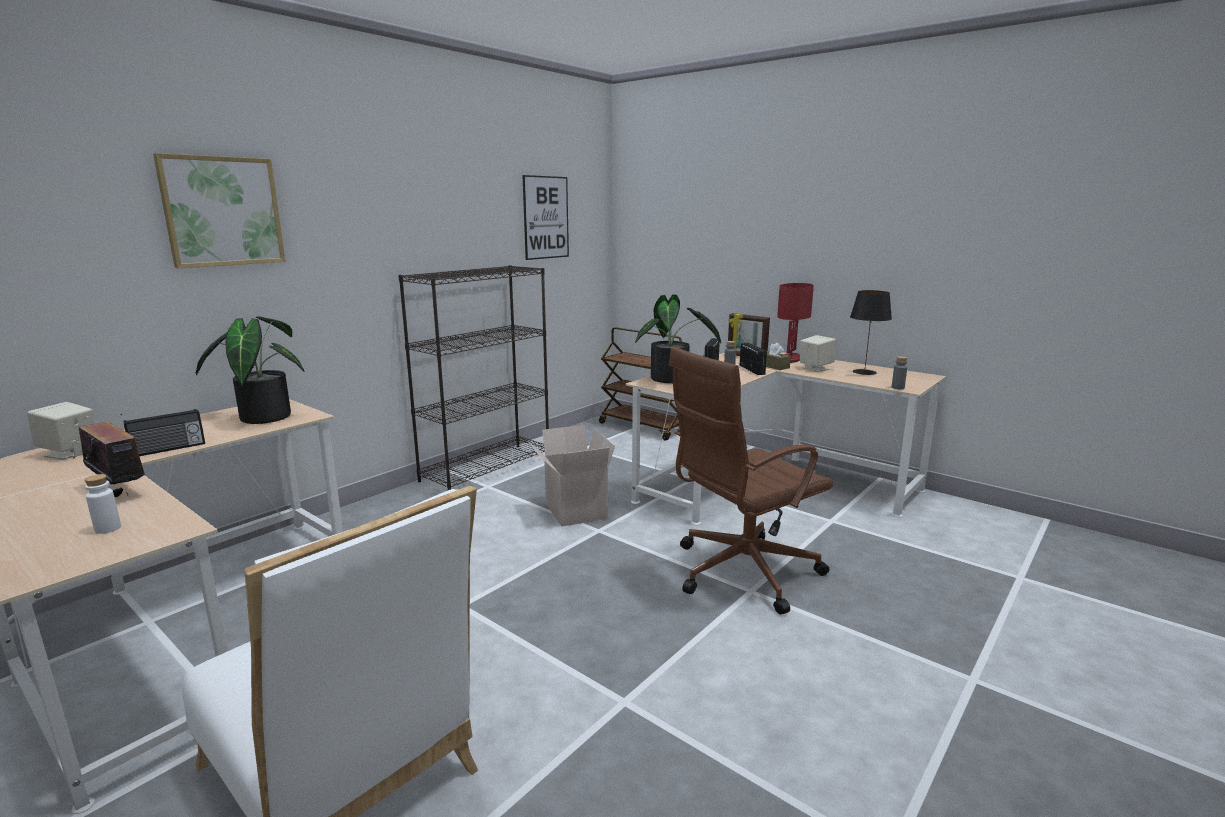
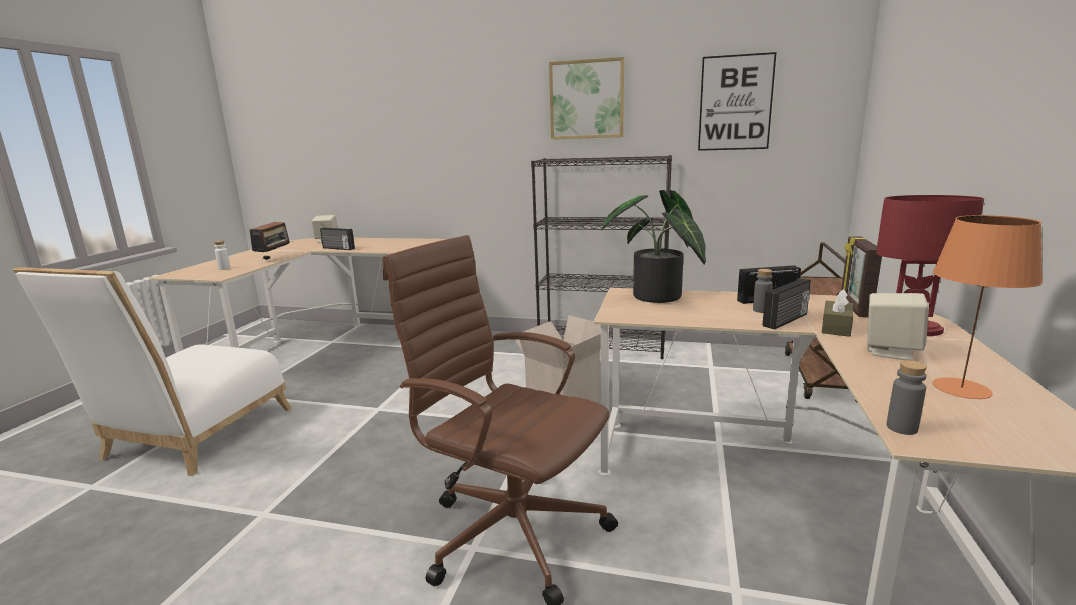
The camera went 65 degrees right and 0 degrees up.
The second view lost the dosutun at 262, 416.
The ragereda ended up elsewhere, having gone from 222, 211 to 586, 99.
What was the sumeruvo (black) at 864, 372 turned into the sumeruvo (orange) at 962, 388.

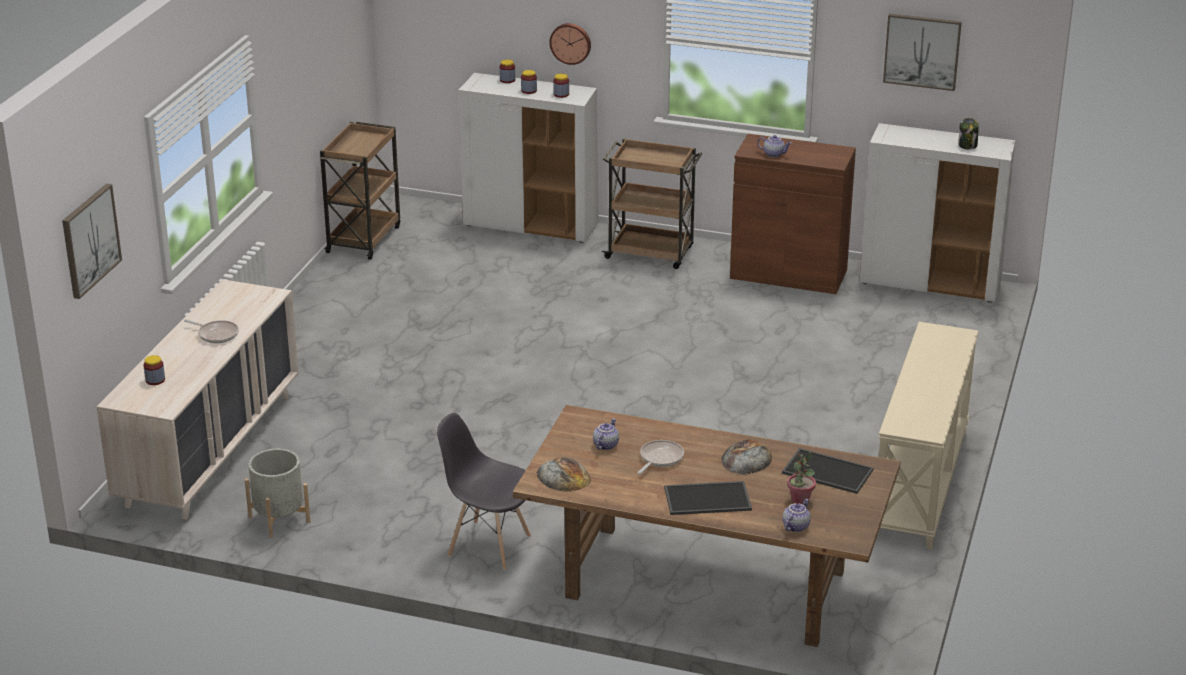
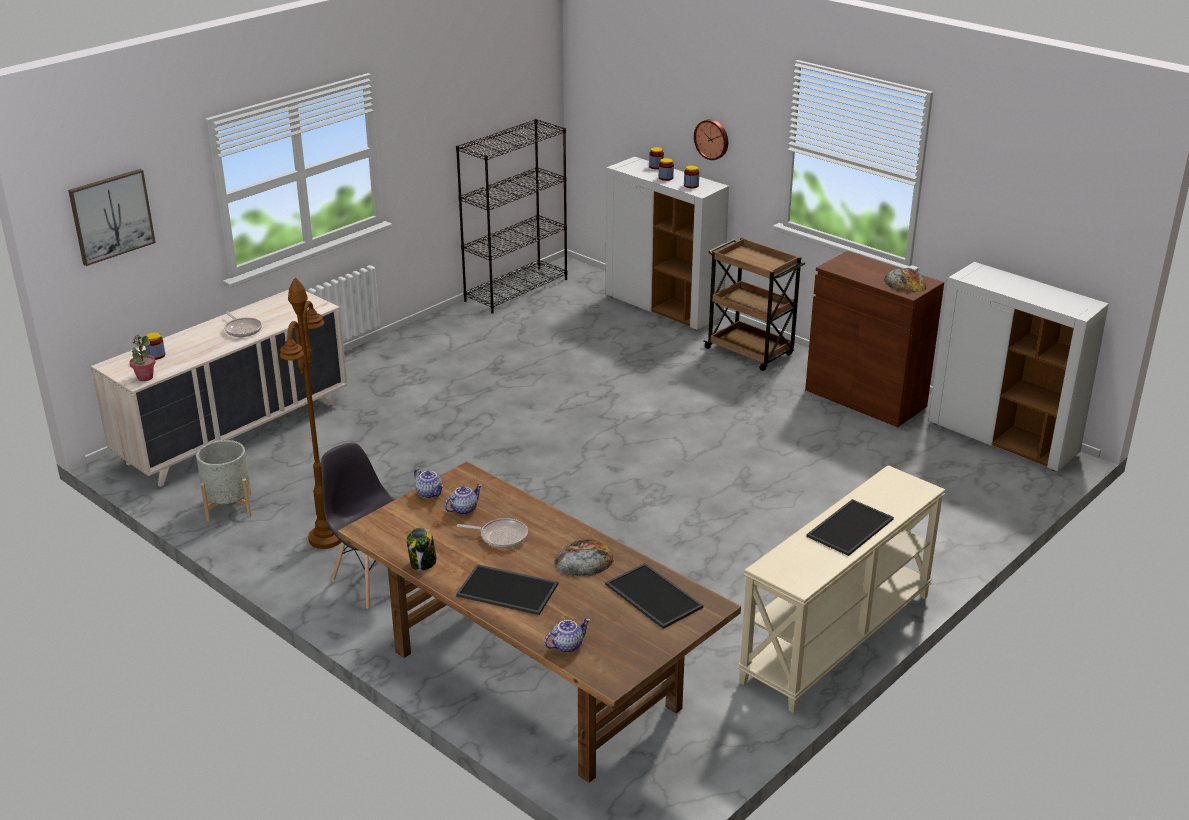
The camera went 25 degrees right and 0 degrees up.
The second view lost the ragereda at 922, 51.
The second view gained the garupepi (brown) at 326, 539.
The second view gained the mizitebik at 849, 527.
The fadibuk ended up elsewhere, having gone from 563, 476 to 905, 282.
The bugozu ended up elsewhere, having gone from 774, 154 to 430, 493.
The dosutun ended up elsewhere, having gone from 800, 500 to 145, 377.
The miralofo ended up elsewhere, having gone from 967, 145 to 423, 563.
Where the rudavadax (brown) stood at 364, 238, the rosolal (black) came to stand at 516, 289.
The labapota at 660, 459 ended up facing another way, 45 degrees clockwise from before.

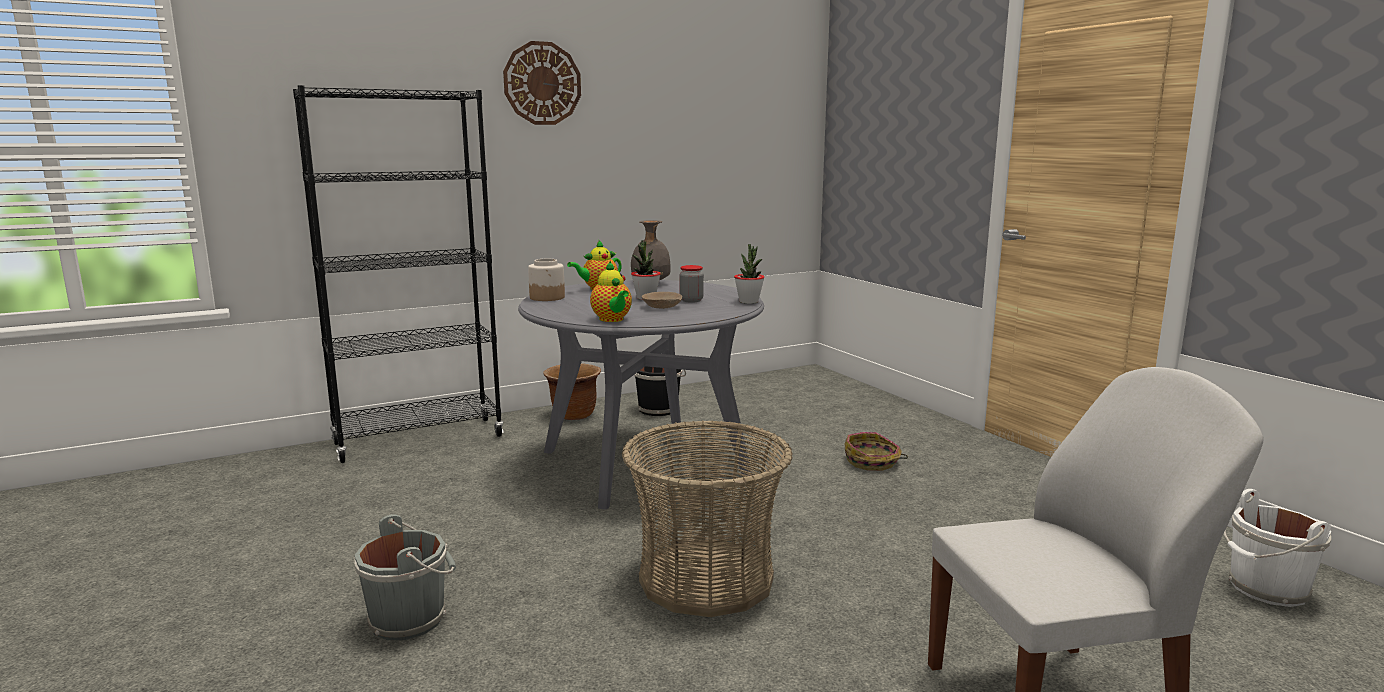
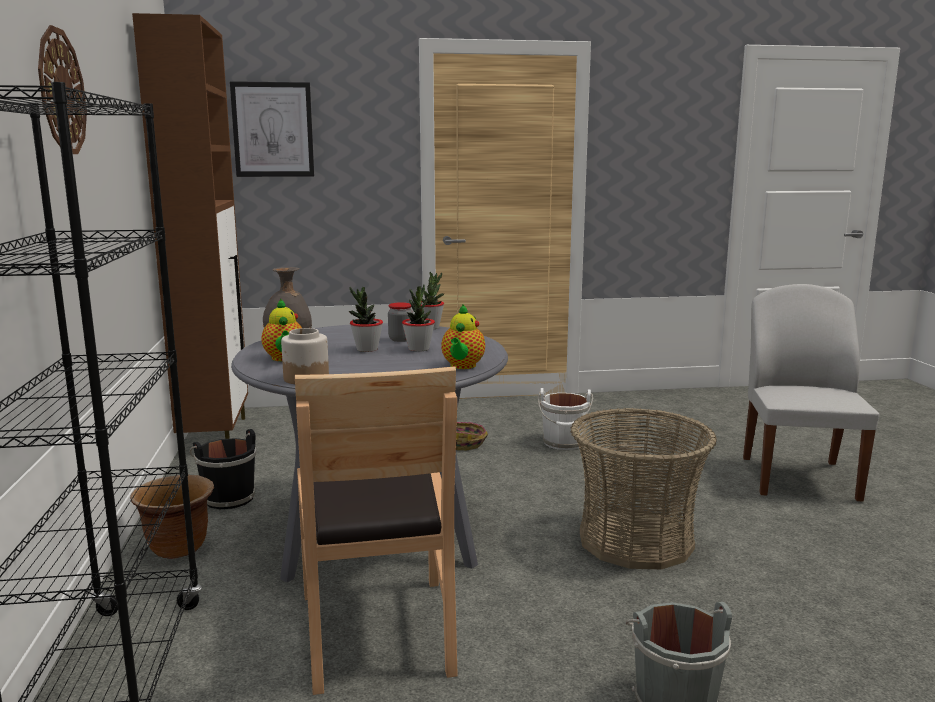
The camera went 70 degrees left and 0 degrees up.
The second view gained the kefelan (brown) at 216, 436.
The second view gained the ragereda at 273, 130.
The second view gained the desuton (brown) at 378, 630.
The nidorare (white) ended up elsewhere, having gone from 1266, 589 to 564, 443.
Where the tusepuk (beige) stood at 662, 307, the dosutun came to stand at 418, 349.
The bugozu at 612, 320 ended up facing another way, 105 degrees clockwise from before.

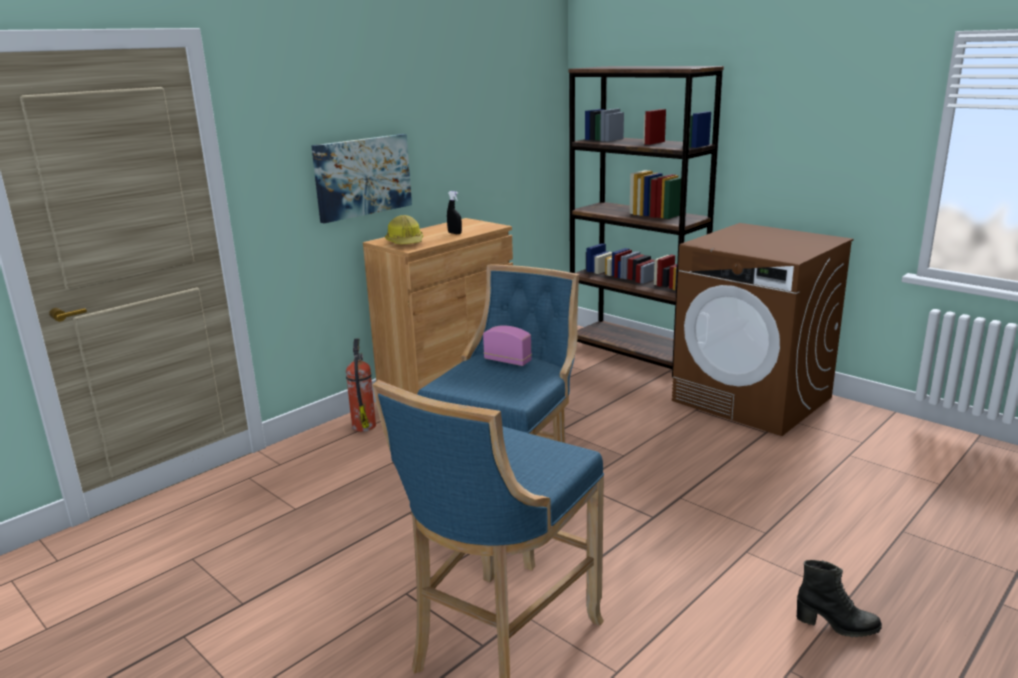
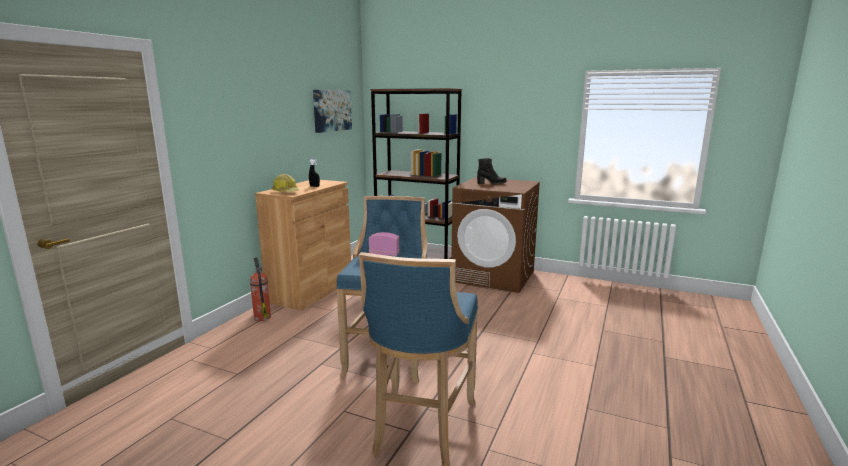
The camera went 20 degrees left and 5 degrees down.
The ragereda ended up elsewhere, having gone from 362, 176 to 332, 110.
The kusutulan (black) ended up elsewhere, having gone from 837, 625 to 491, 183.

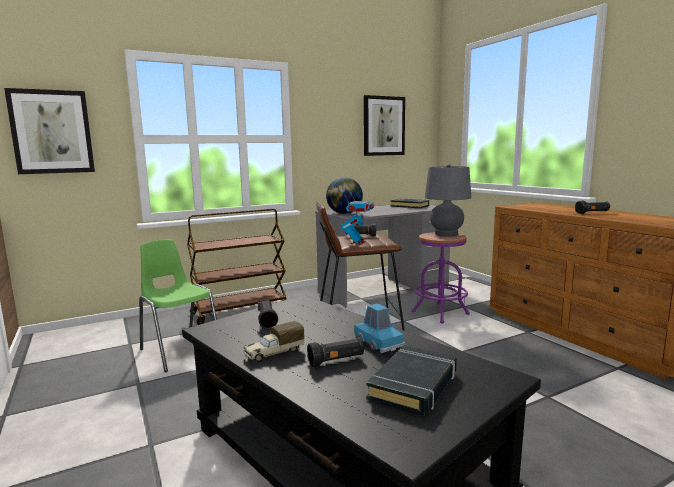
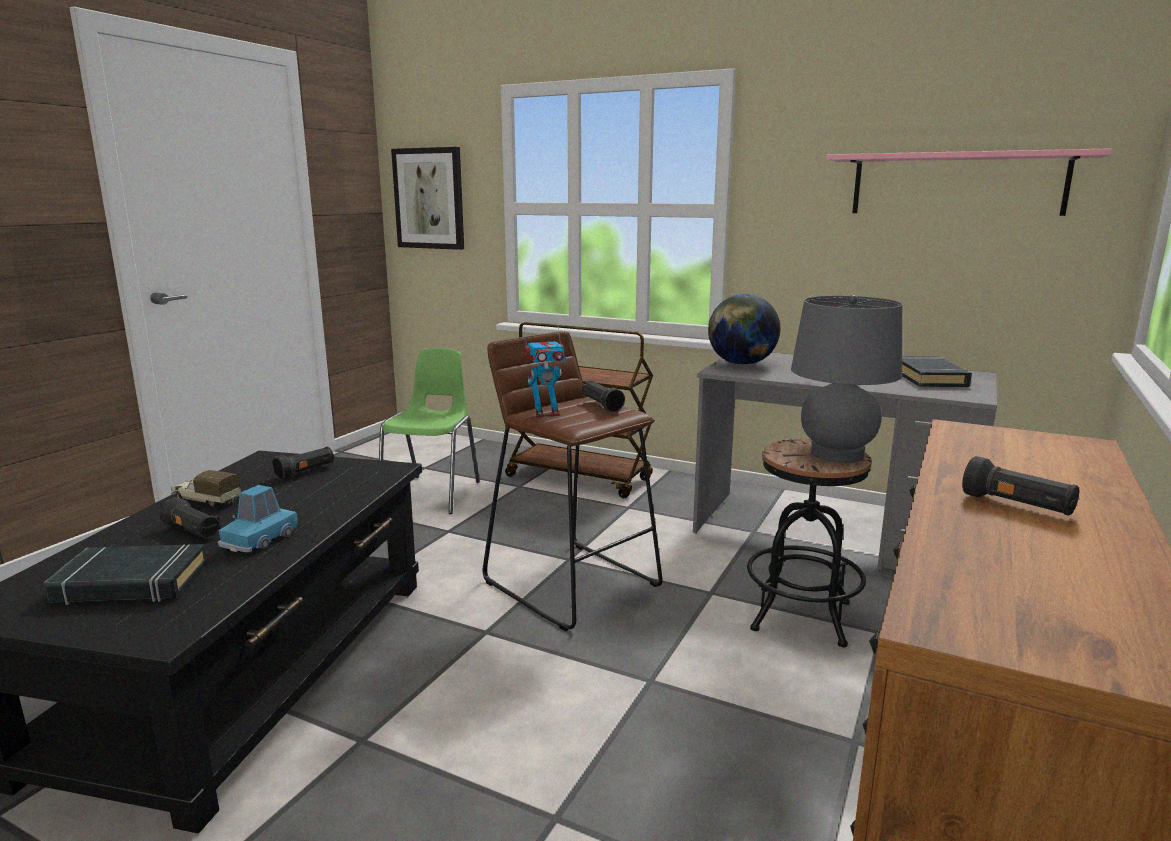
The camera went 55 degrees right and 5 degrees up.
Where the ragereda hung at 383, 126, the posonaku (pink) came to hang at 957, 184.
What was the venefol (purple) at 440, 313 turned into the venefol (black) at 801, 616.

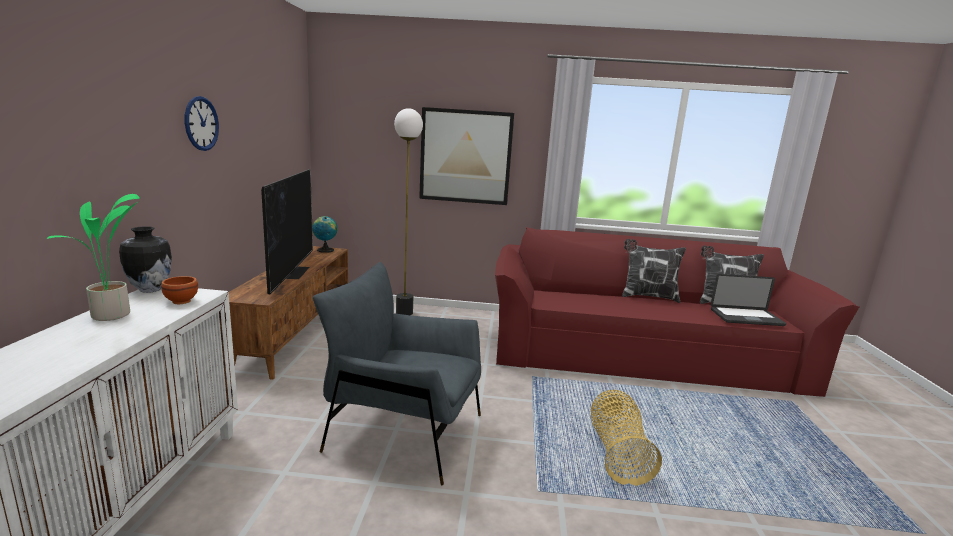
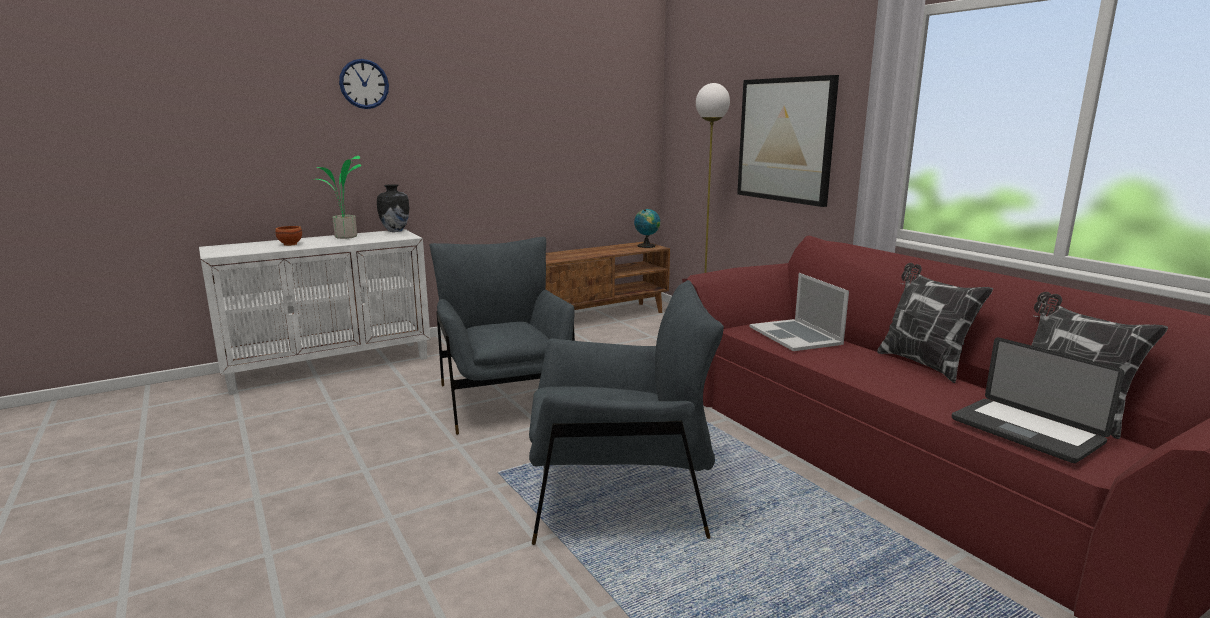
The camera went 55 degrees right and 0 degrees up.
The second view lost the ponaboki at 292, 272.
The second view gained the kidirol at 795, 335.
The tusepuk (brown) ended up elsewhere, having gone from 180, 301 to 290, 244.
The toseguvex ended up elsewhere, having gone from 201, 123 to 364, 84.
Where the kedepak stood at 618, 453, the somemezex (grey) came to stand at 618, 496.

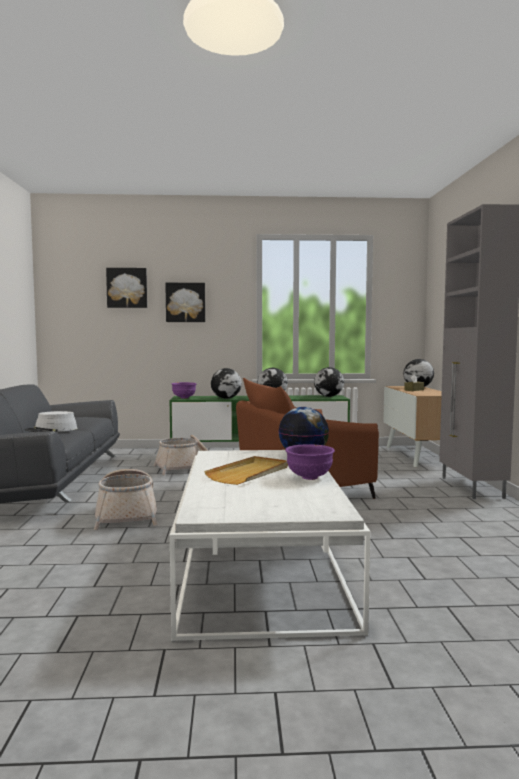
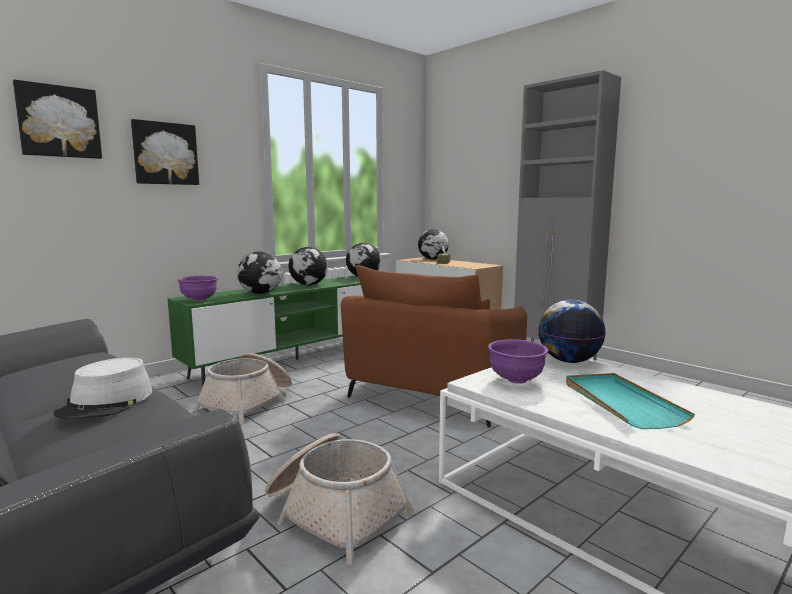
The camera went 40 degrees left and 5 degrees up.
The tusepuk (purple) ended up elsewhere, having gone from 309, 478 to 516, 380.
What was the mizitebik (beige) at 249, 473 turned into the mizitebik (turquoise) at 620, 403.

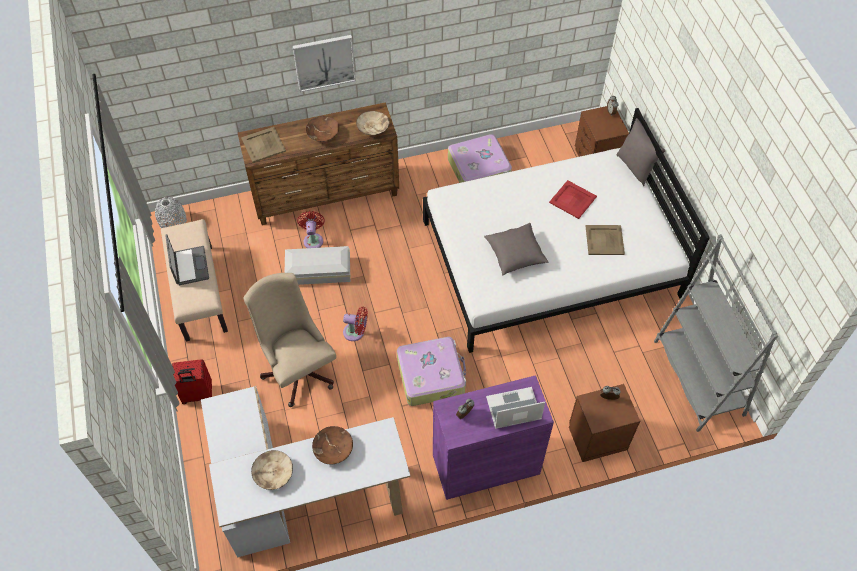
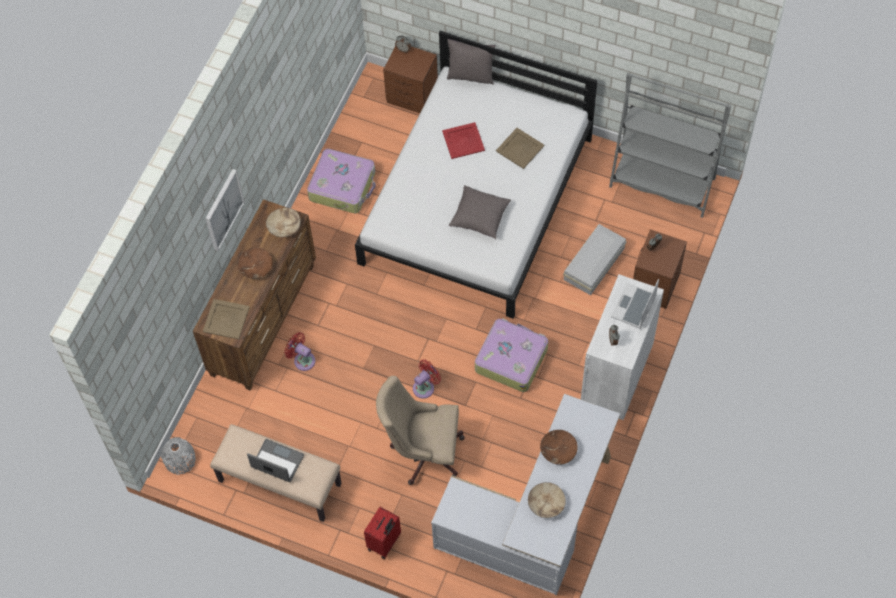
The camera went 50 degrees left and 5 degrees up.
The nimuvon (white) ended up elsewhere, having gone from 319, 271 to 595, 263.
What was the kefelan (purple) at 486, 464 turned into the kefelan (white) at 616, 373.

